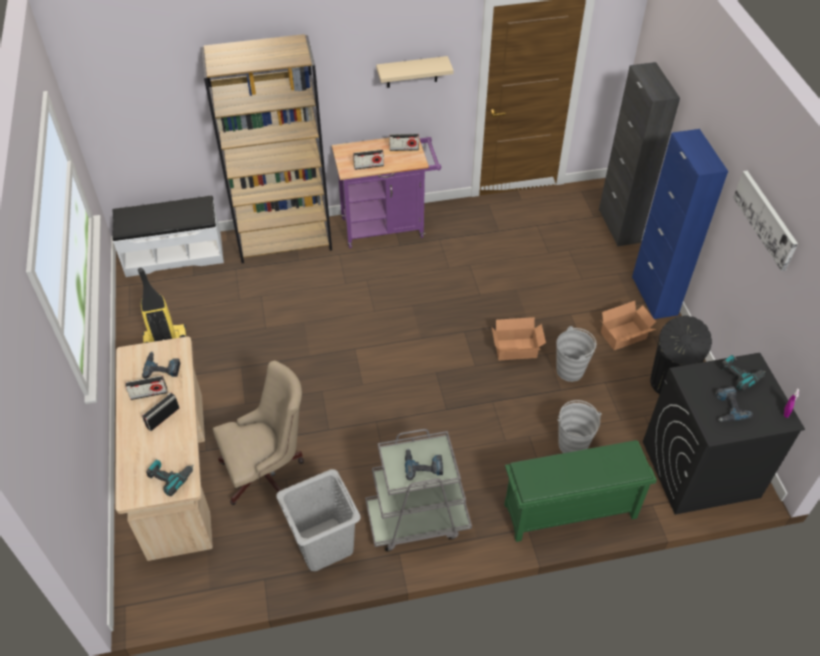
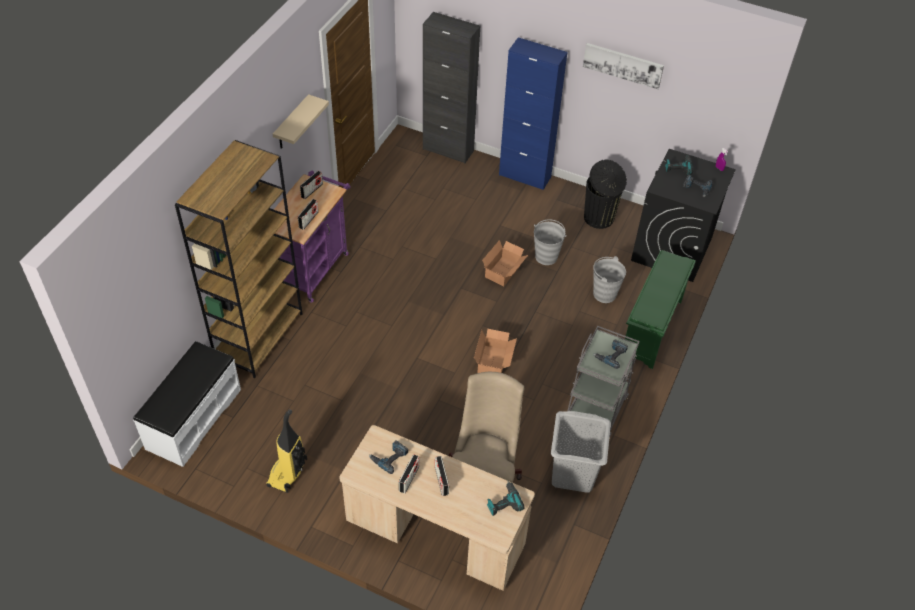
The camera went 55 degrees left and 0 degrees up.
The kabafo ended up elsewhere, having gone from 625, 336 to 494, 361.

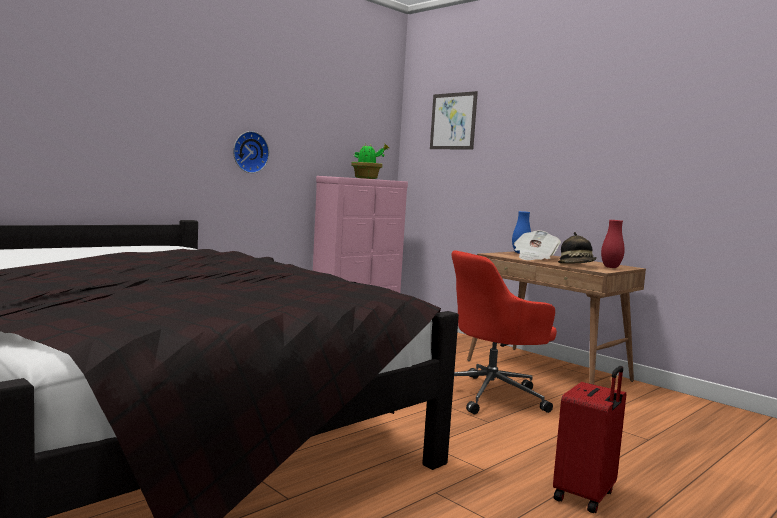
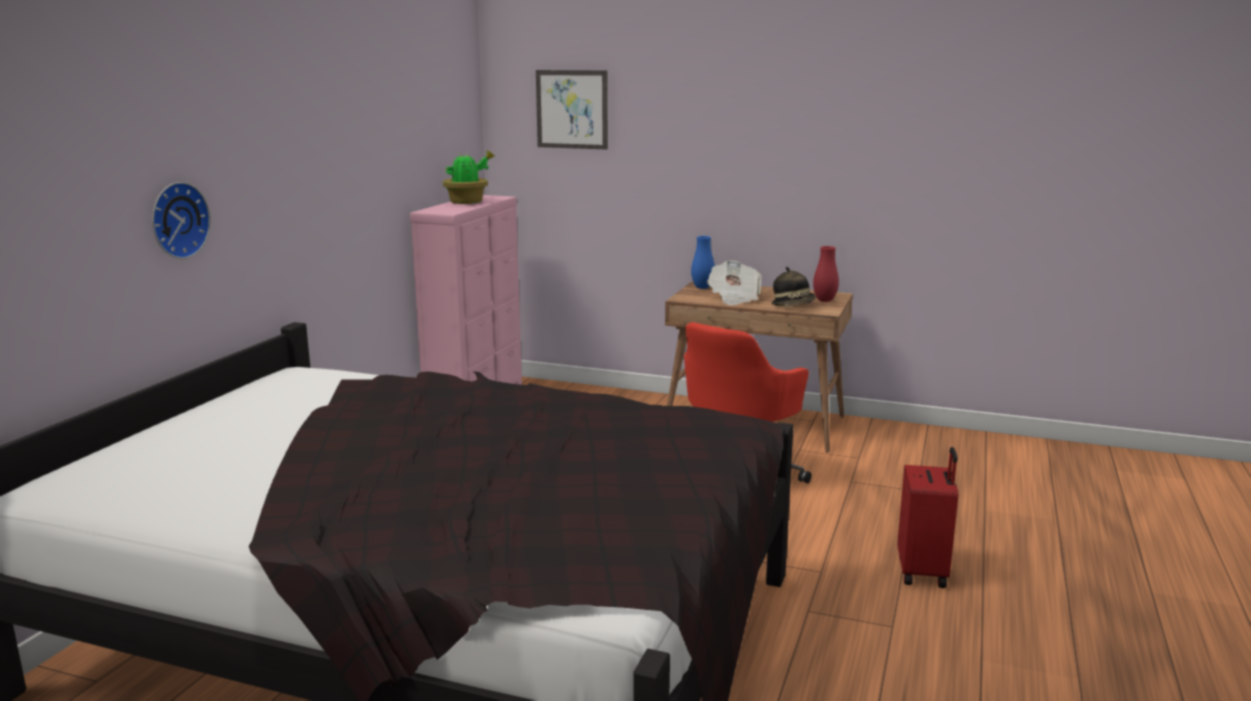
The camera went 25 degrees left and 10 degrees up.
The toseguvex ended up elsewhere, having gone from 249, 152 to 177, 220.

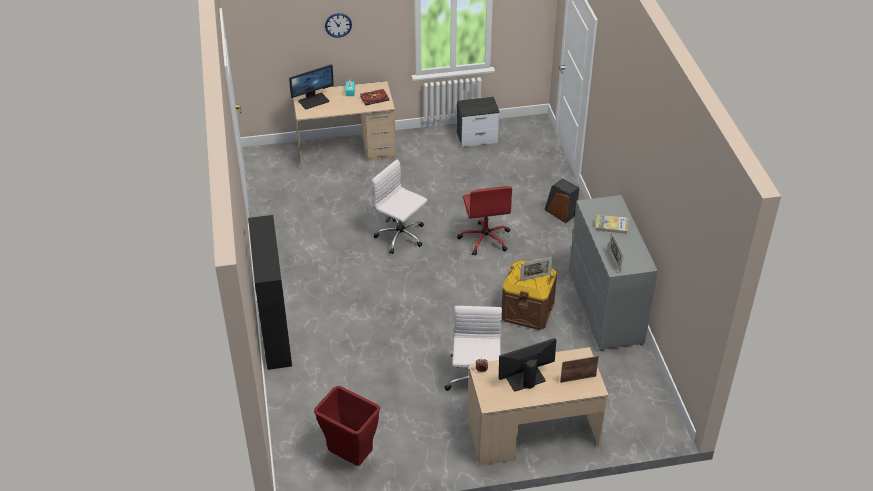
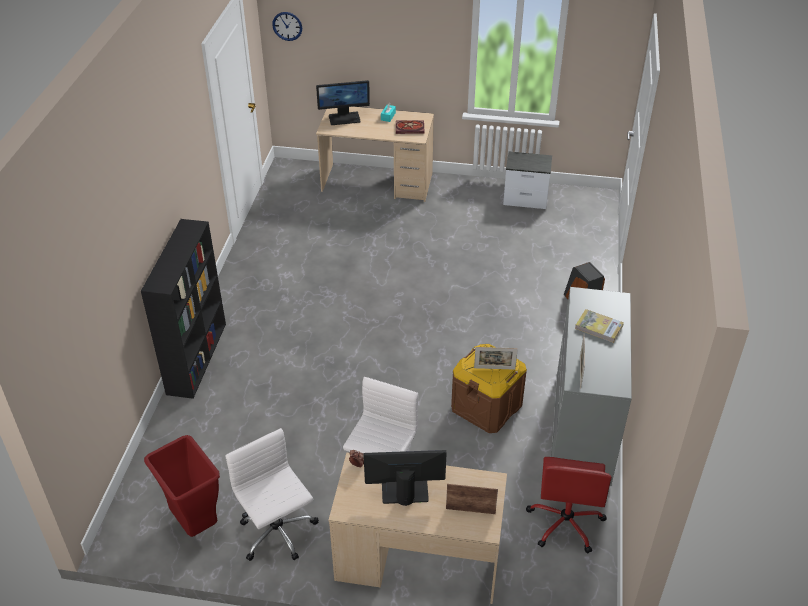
The camera went 20 degrees right and 0 degrees up.
The toseguvex ended up elsewhere, having gone from 338, 25 to 287, 26.
The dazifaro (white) ended up elsewhere, having gone from 401, 237 to 278, 534.
The dazifaro (red) ended up elsewhere, having gone from 485, 239 to 565, 523.

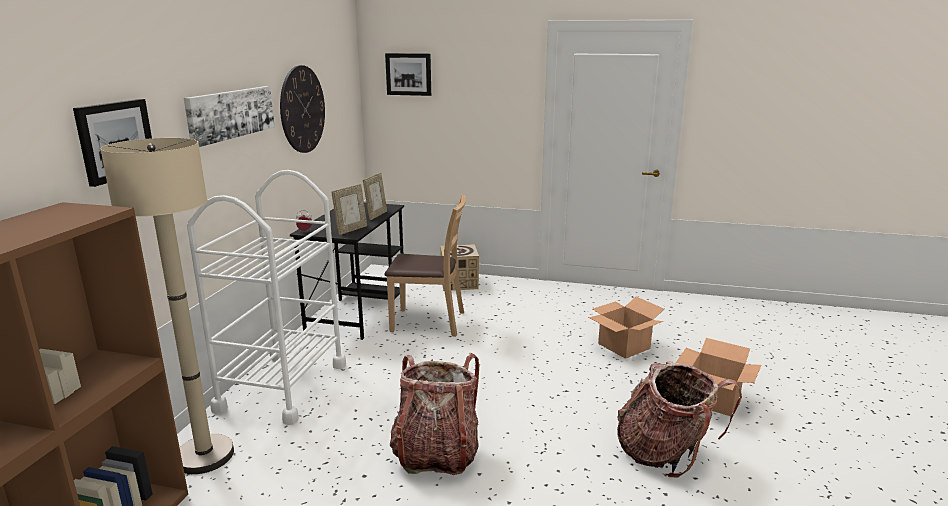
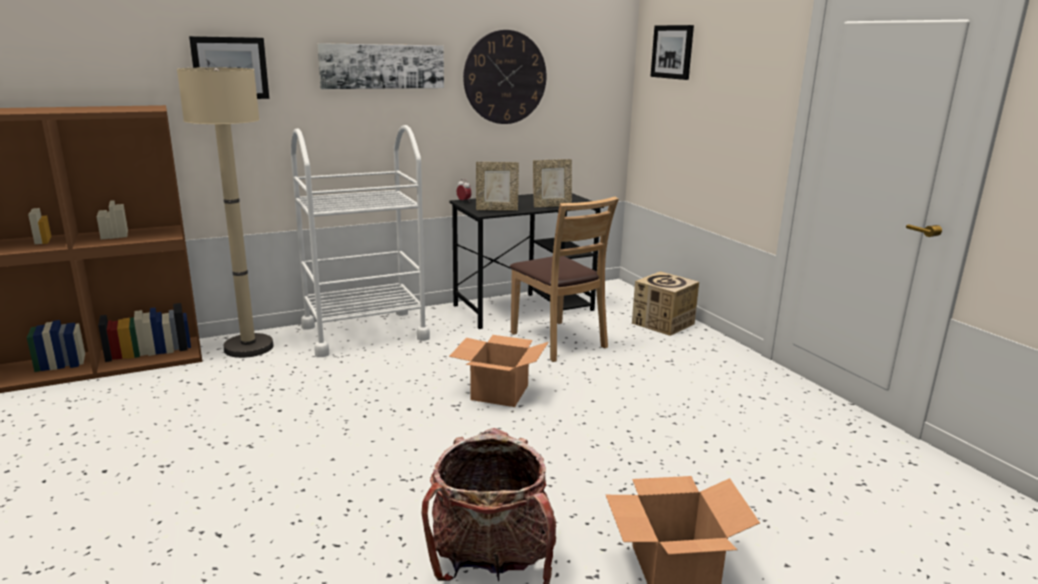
The camera went 50 degrees right and 0 degrees up.
The second view lost the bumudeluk at 436, 453.
The kabafo ended up elsewhere, having gone from 624, 346 to 500, 393.

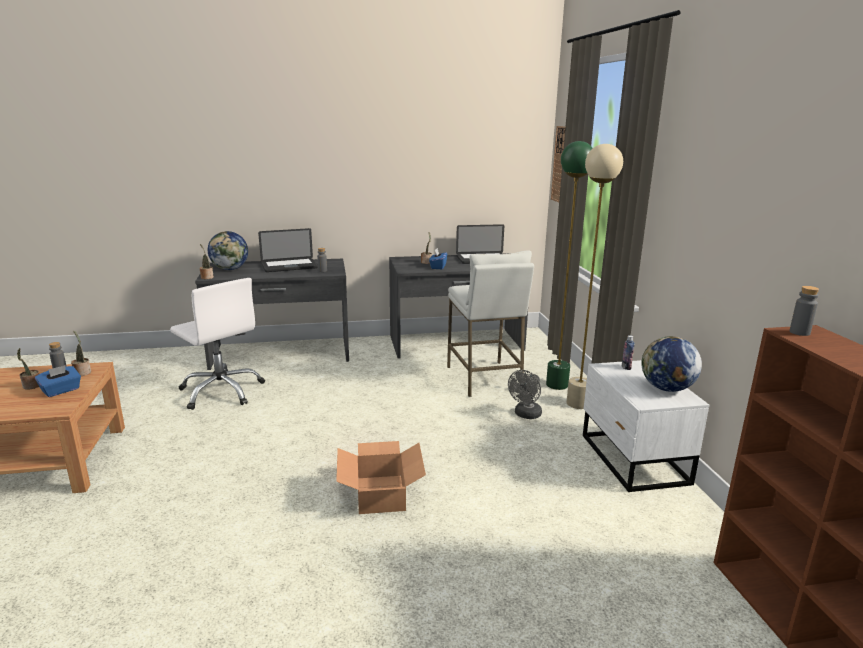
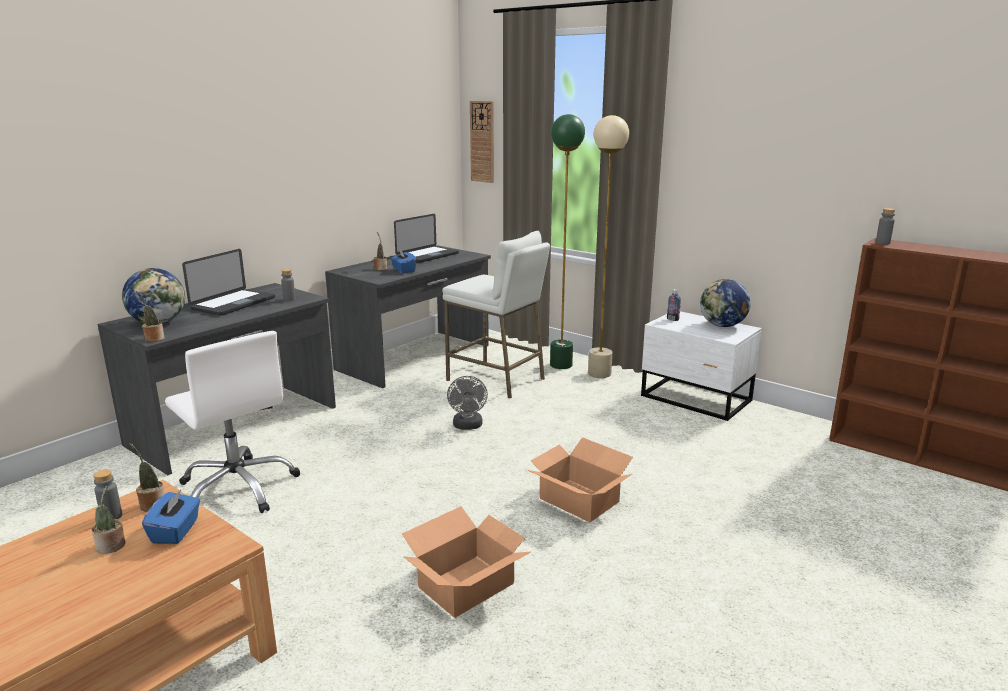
The camera went 40 degrees left and 0 degrees up.
The second view gained the kabafo at 467, 585.
The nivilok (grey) ended up elsewhere, having gone from 526, 415 to 468, 426.
The dazifaro (white) at 222, 391 ended up facing another way, 45 degrees clockwise from before.

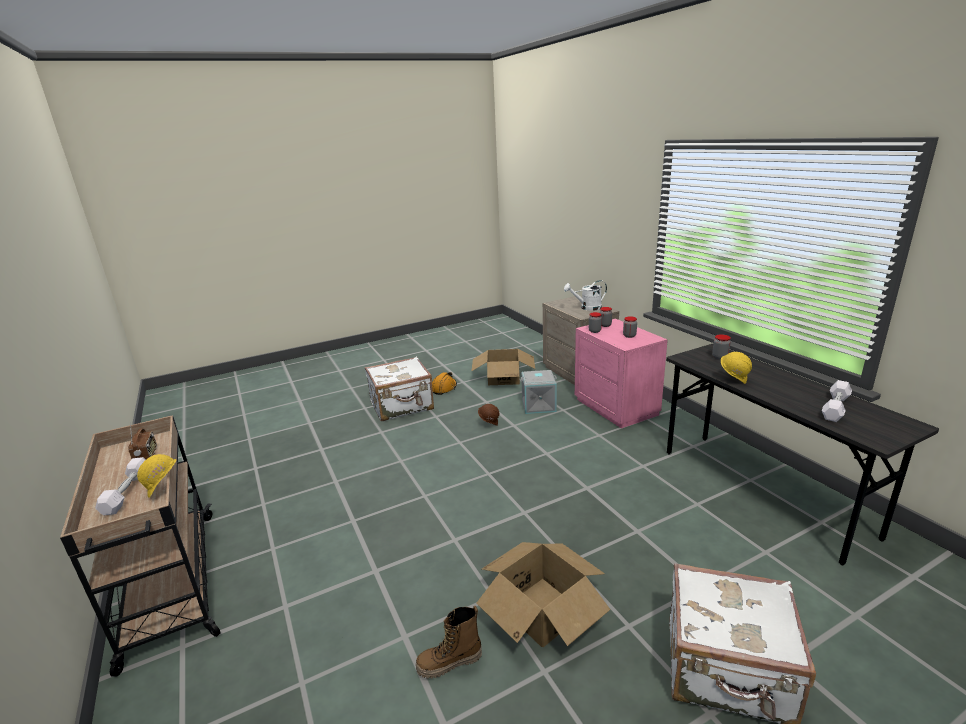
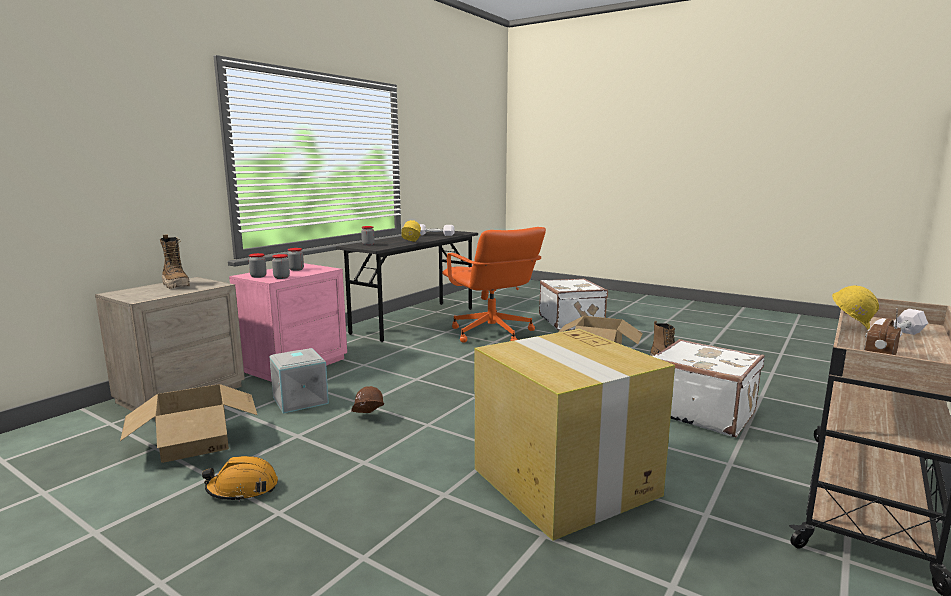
The camera went 120 degrees left and 10 degrees down.
The second view gained the dazifaro (orange) at 491, 334.
The second view gained the kabafo at 566, 483.
The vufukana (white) ended up elsewhere, having gone from 402, 406 to 702, 412.
Where the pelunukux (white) stood at 587, 308, the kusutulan came to stand at 176, 286.

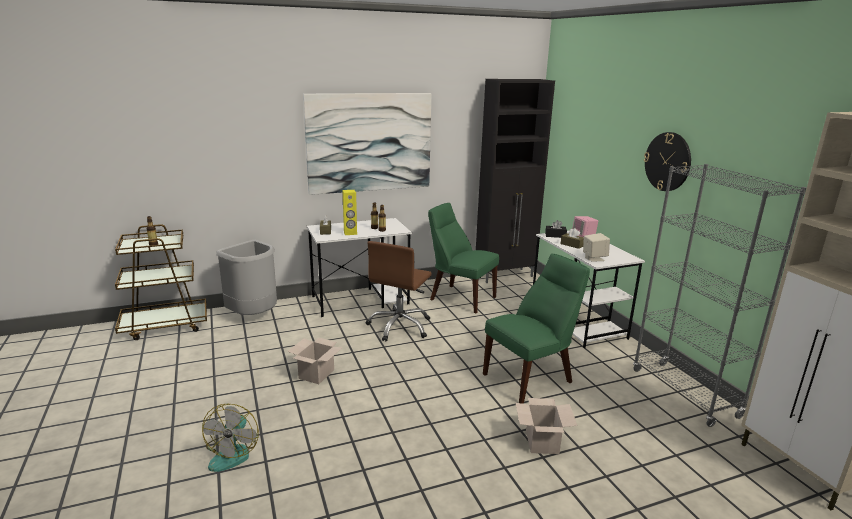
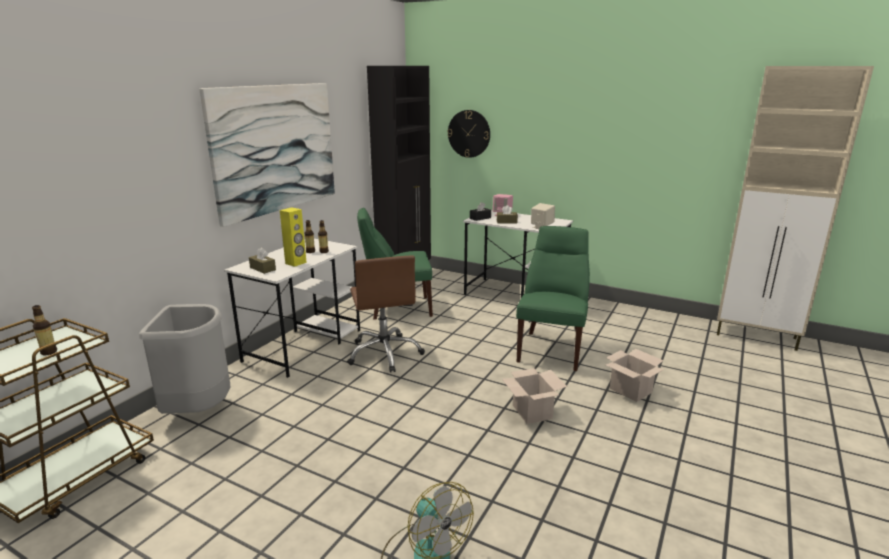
The camera went 40 degrees left and 0 degrees up.
The second view lost the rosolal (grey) at 684, 393.
The kabafo ended up elsewhere, having gone from 316, 373 to 531, 411.
The toseguvex ended up elsewhere, having gone from 667, 161 to 469, 133.

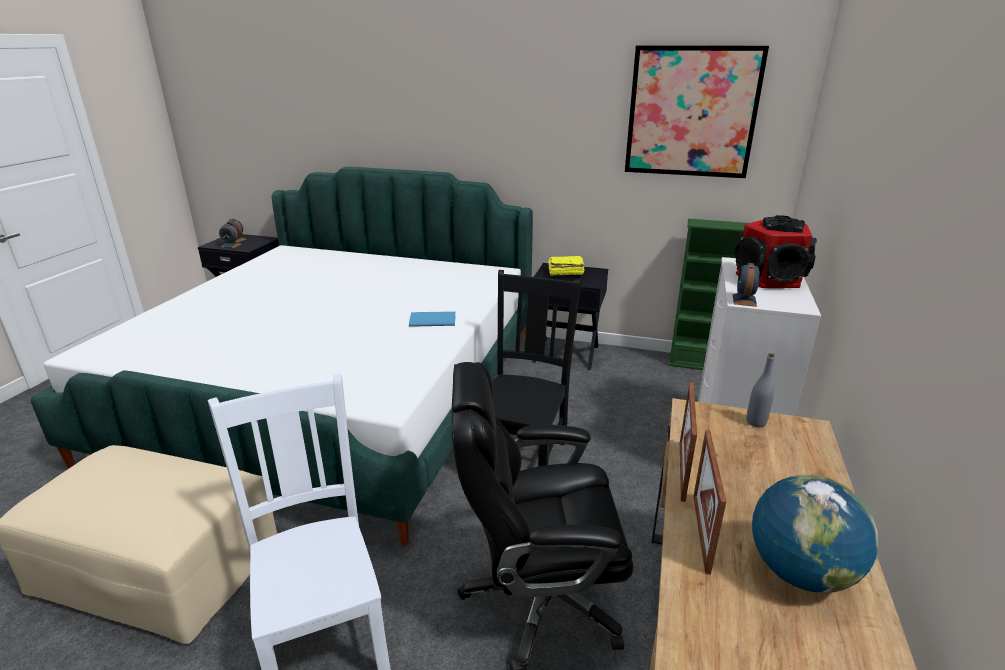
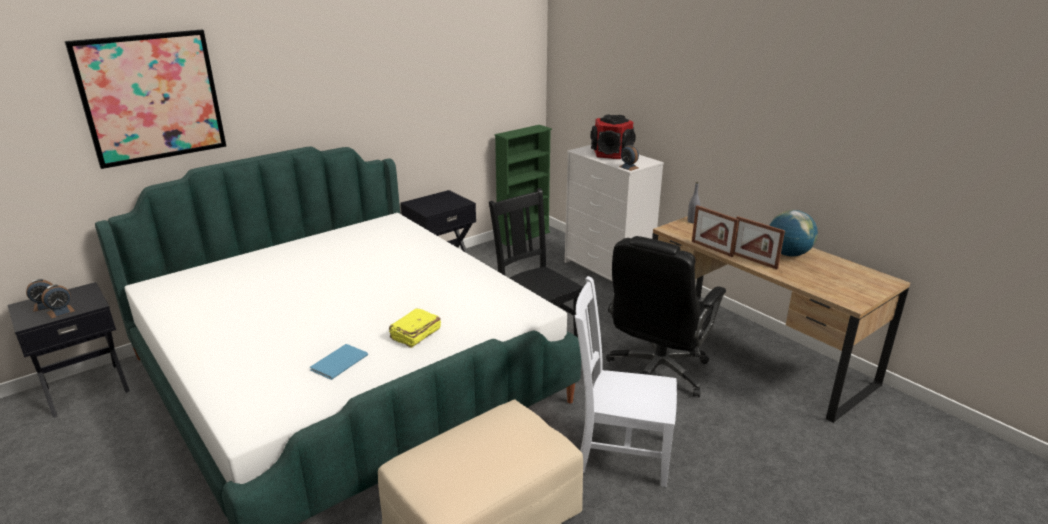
The camera went 55 degrees left and 0 degrees up.
The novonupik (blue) ended up elsewhere, having gone from 431, 320 to 337, 363.
The novonupik (yellow) ended up elsewhere, having gone from 565, 272 to 415, 335.
The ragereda ended up elsewhere, having gone from 691, 112 to 151, 97.

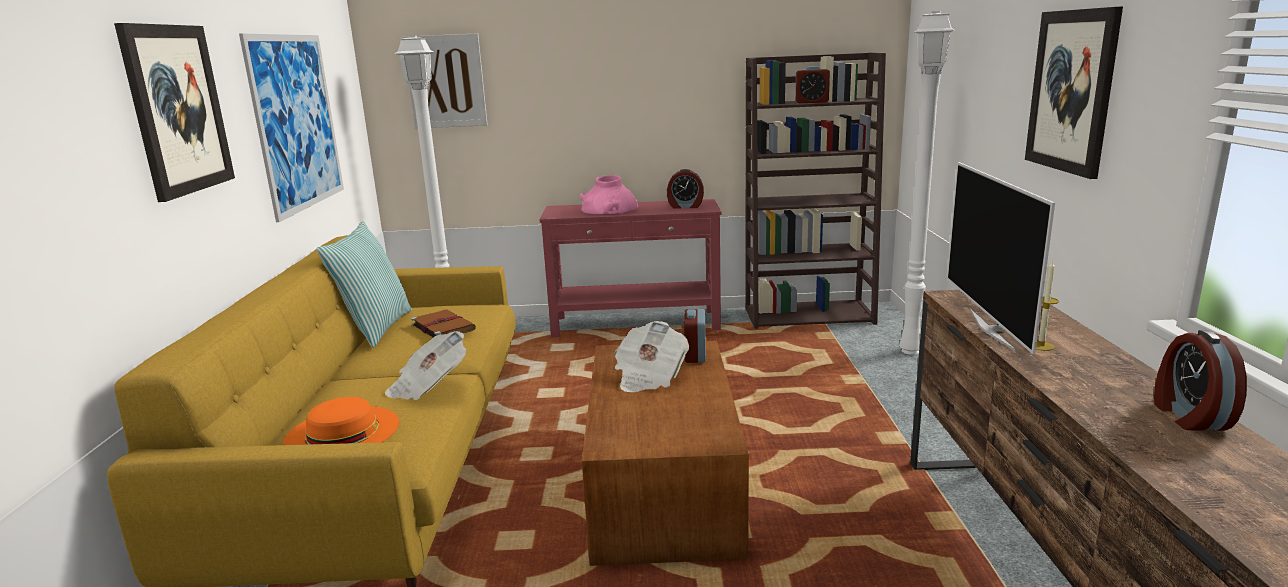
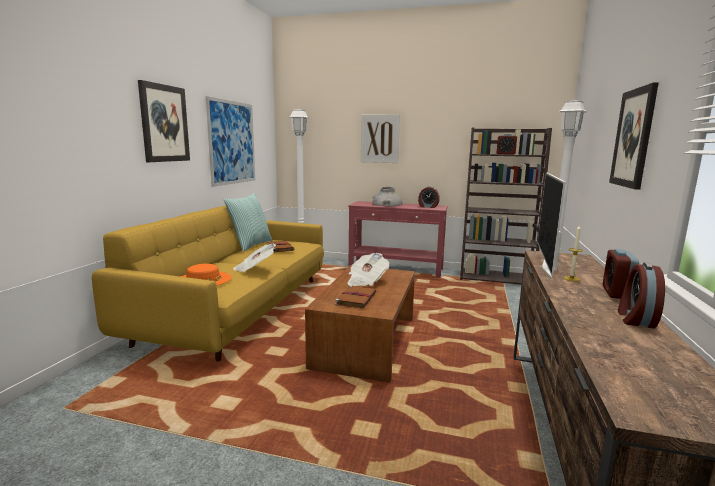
The camera went 15 degrees right and 5 degrees down.
The second view gained the novonupik (brown) at 356, 298.
The ragereda ended up elsewhere, having gone from 446, 81 to 380, 139.
The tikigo ended up elsewhere, having gone from 695, 355 to 616, 293.
What was the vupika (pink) at 609, 209 turned into the vupika (grey) at 387, 204.

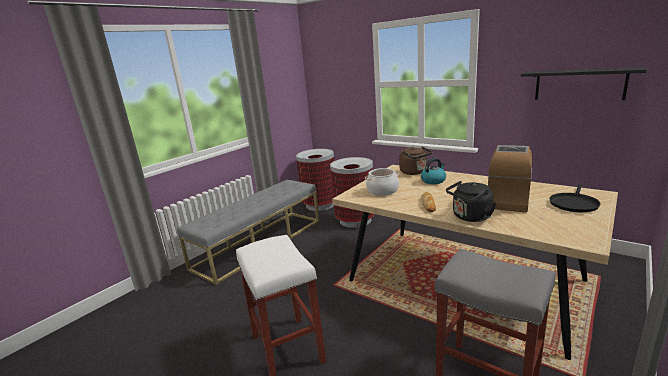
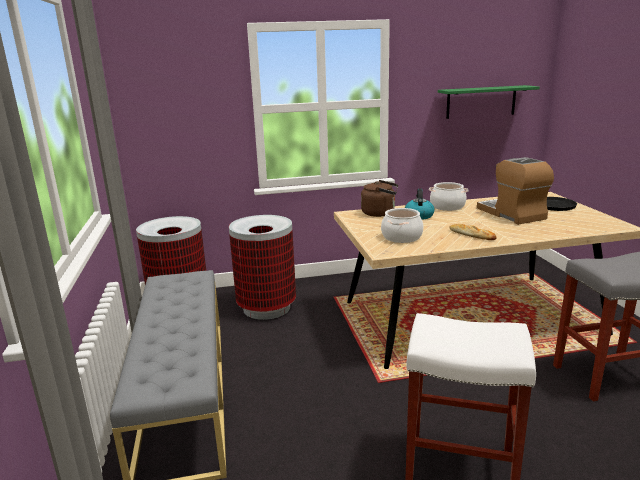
The camera went 50 degrees left and 0 degrees up.
The second view lost the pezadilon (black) at 470, 217.
The second view gained the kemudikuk at 447, 206.
What was the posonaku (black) at 579, 84 turned into the posonaku (green) at 481, 102.

